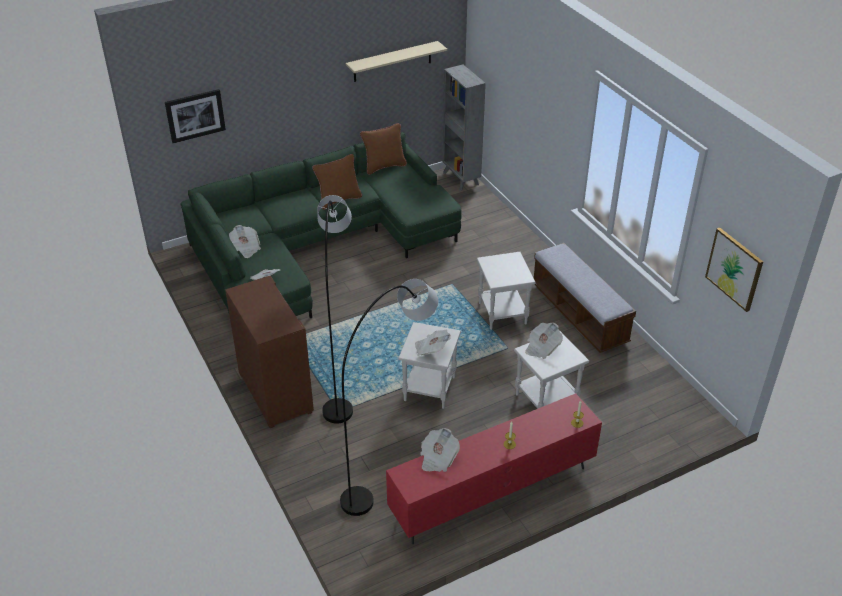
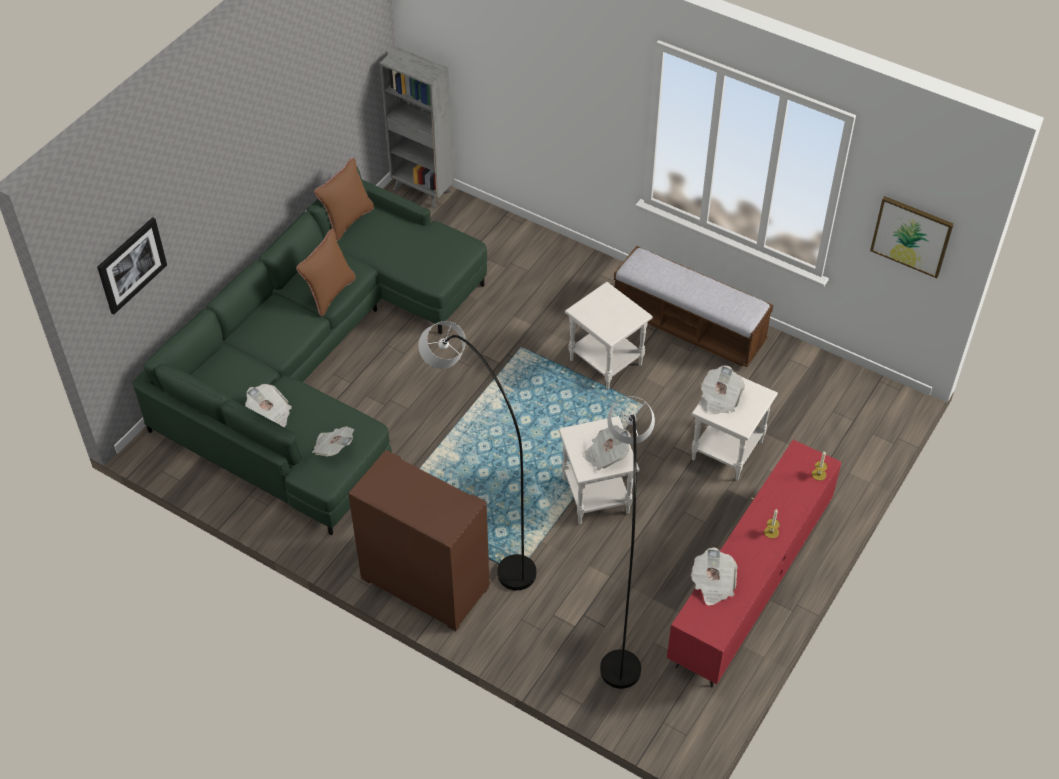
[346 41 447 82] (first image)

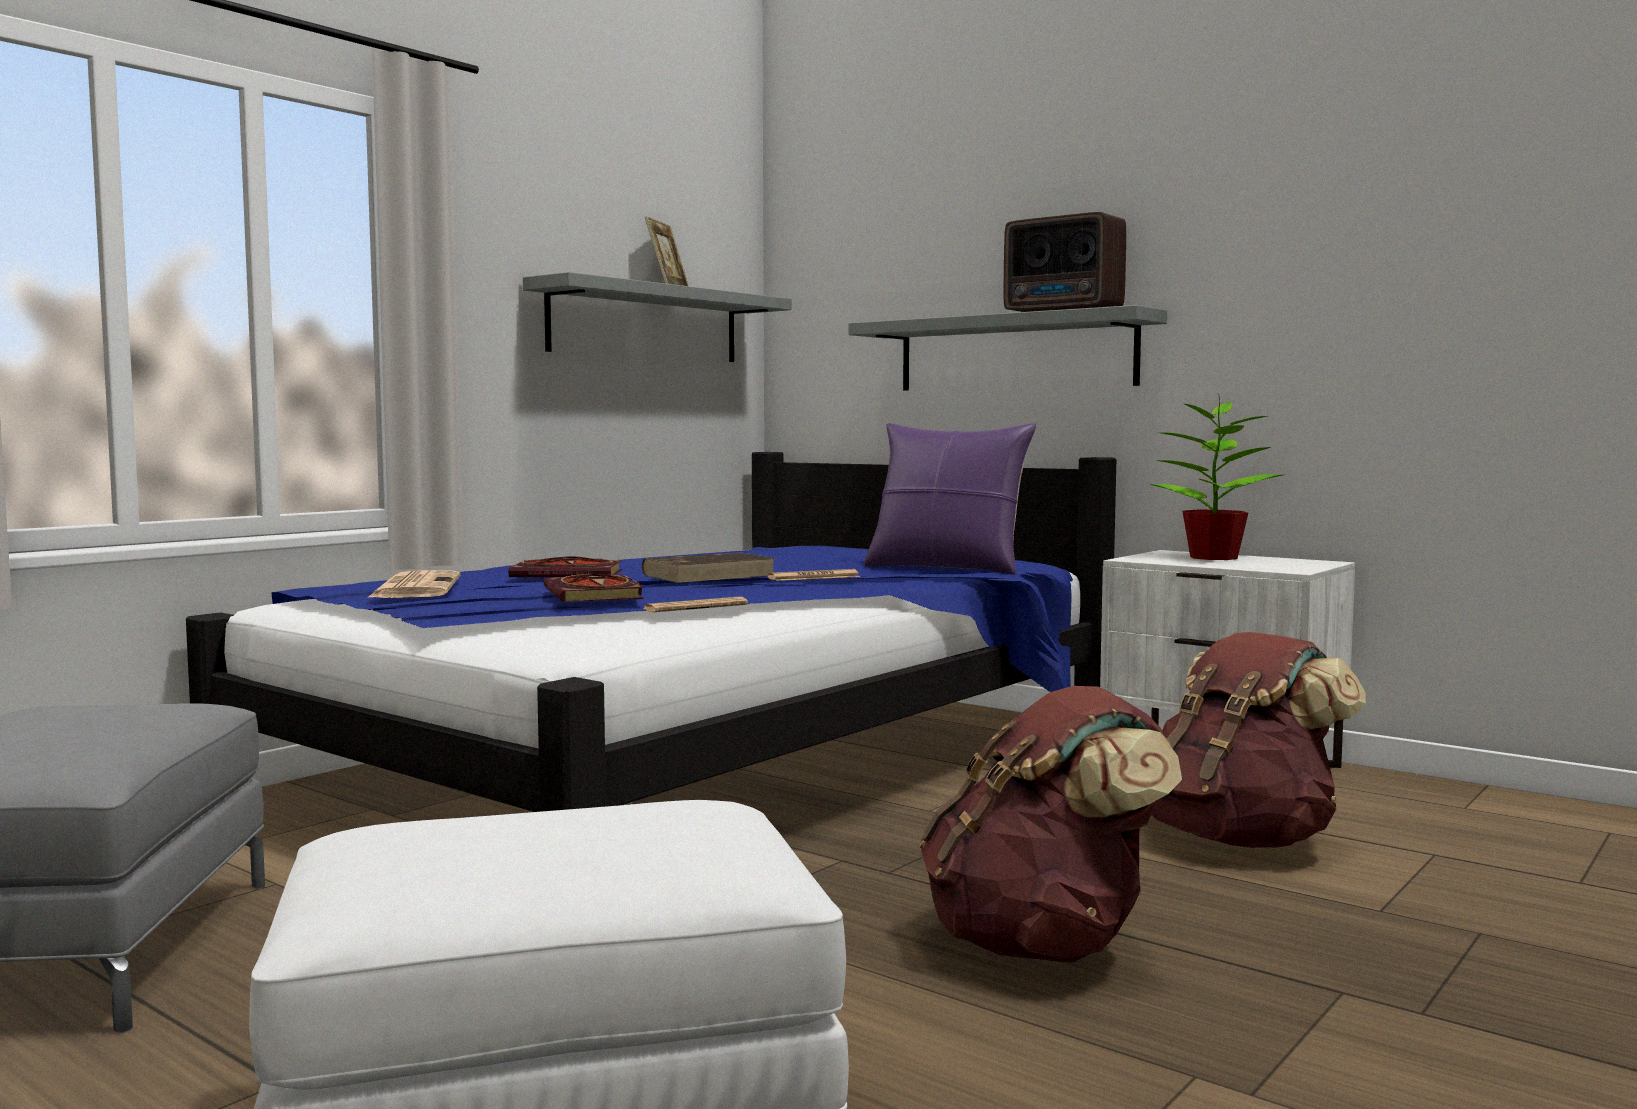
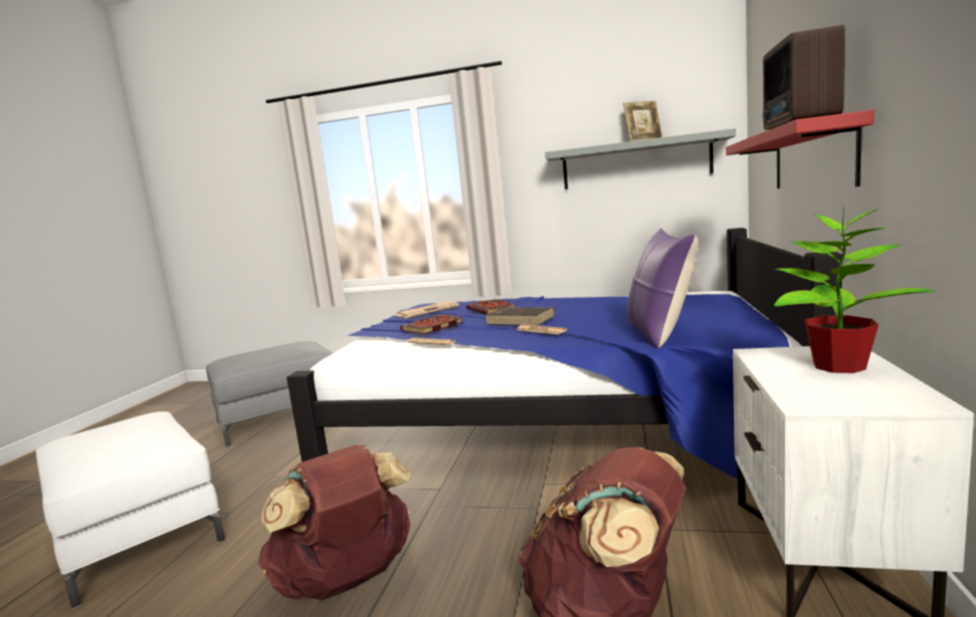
[726 110 874 189]

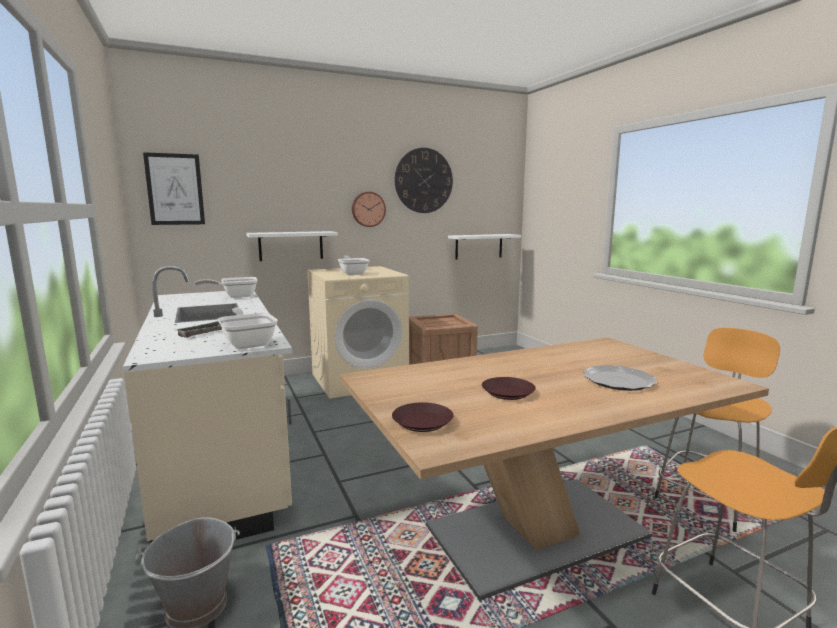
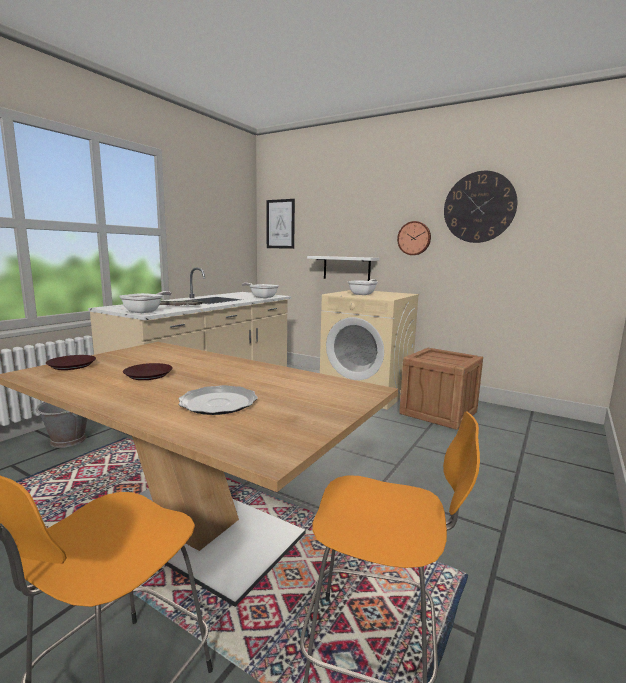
[448 234 521 259] (first image)

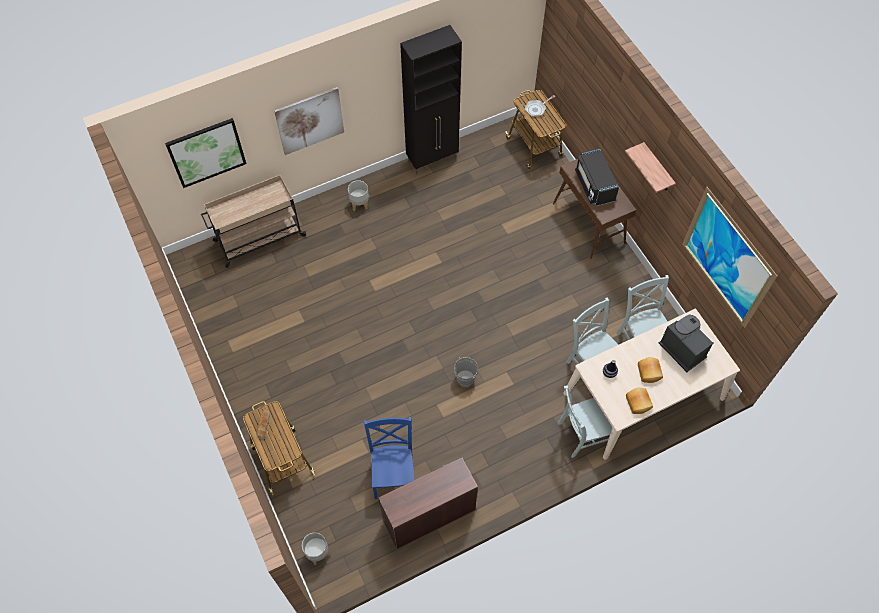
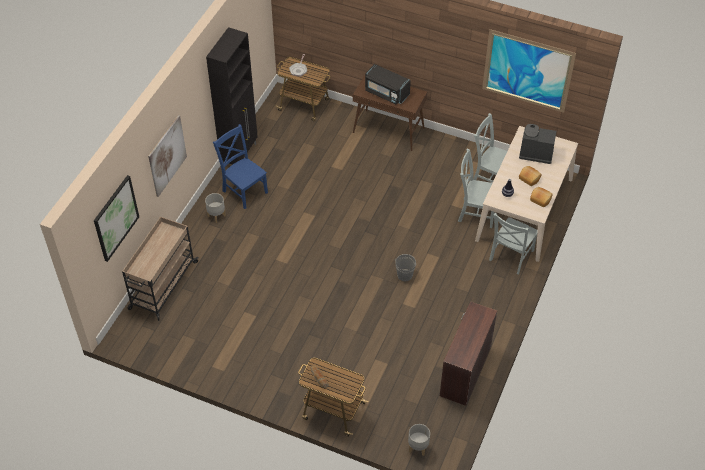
[625 142 676 193] (first image)
[213 124 268 209]

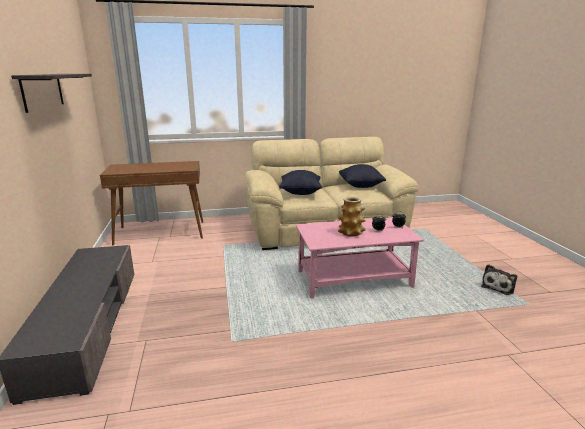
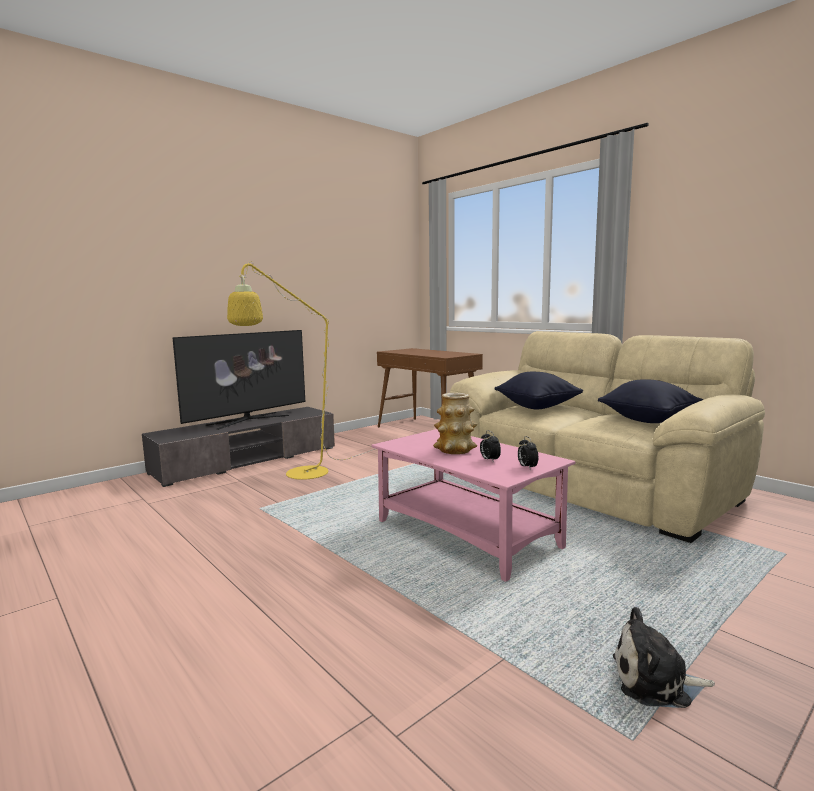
[11 74 92 113] (first image)
[173 330 305 430]
[227 261 375 480]

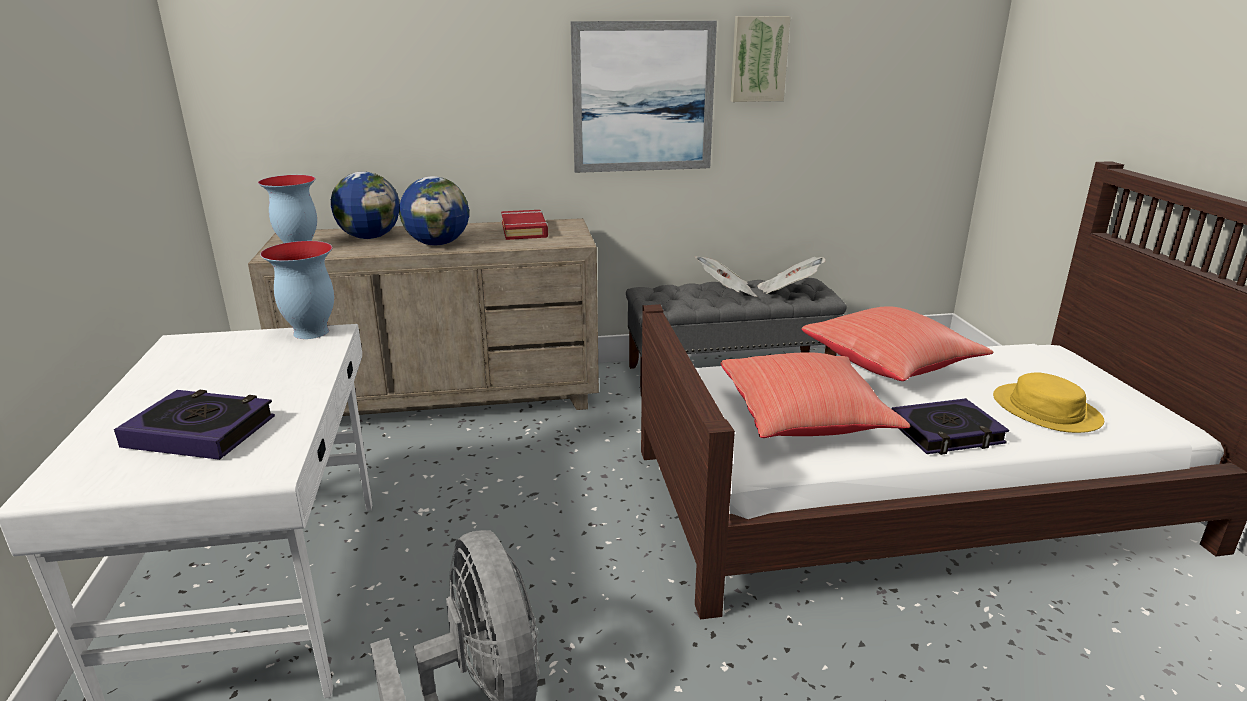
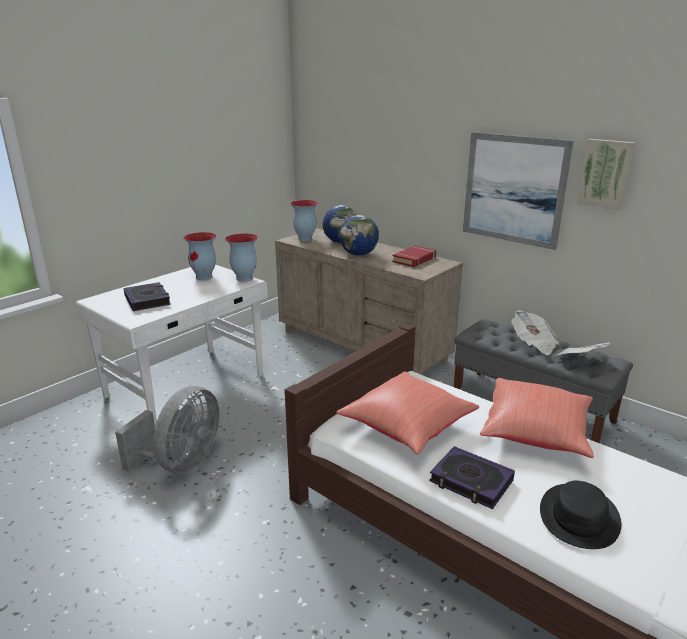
[183 232 217 280]
[540 481 621 549]

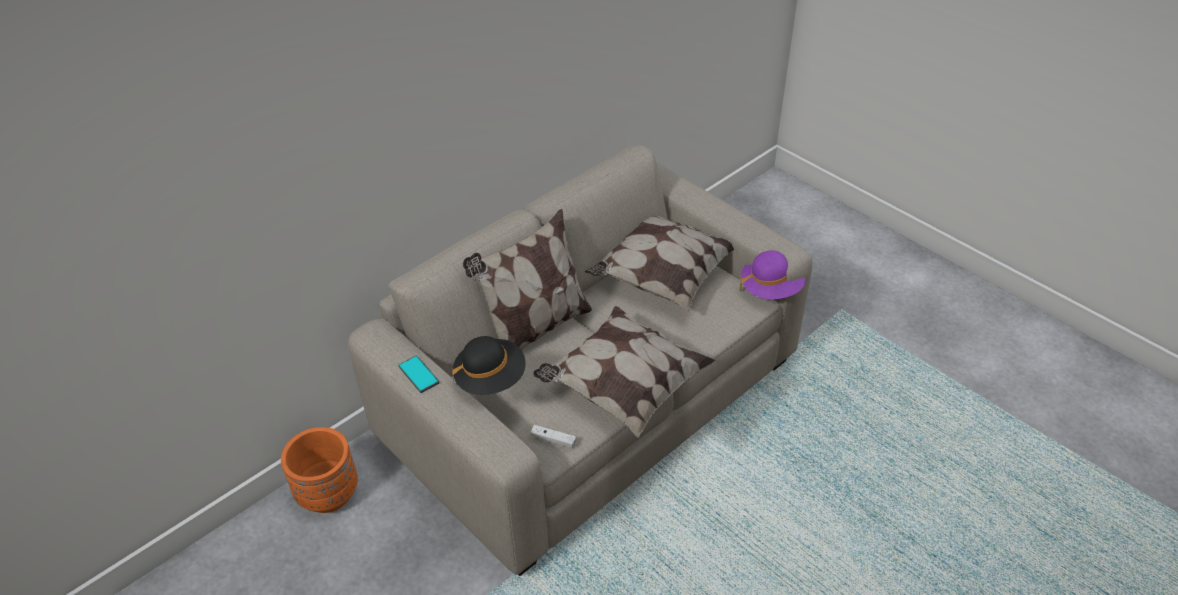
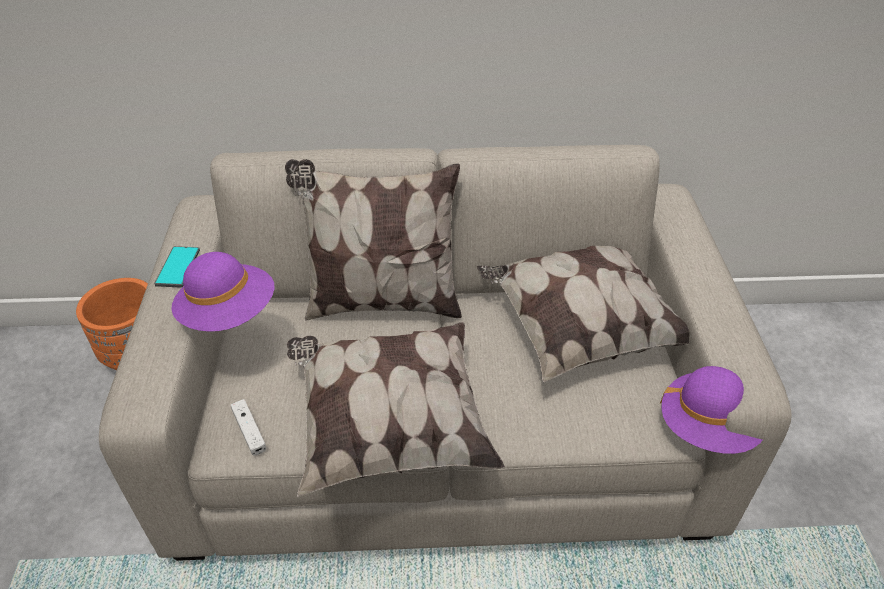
[171 252 275 332]

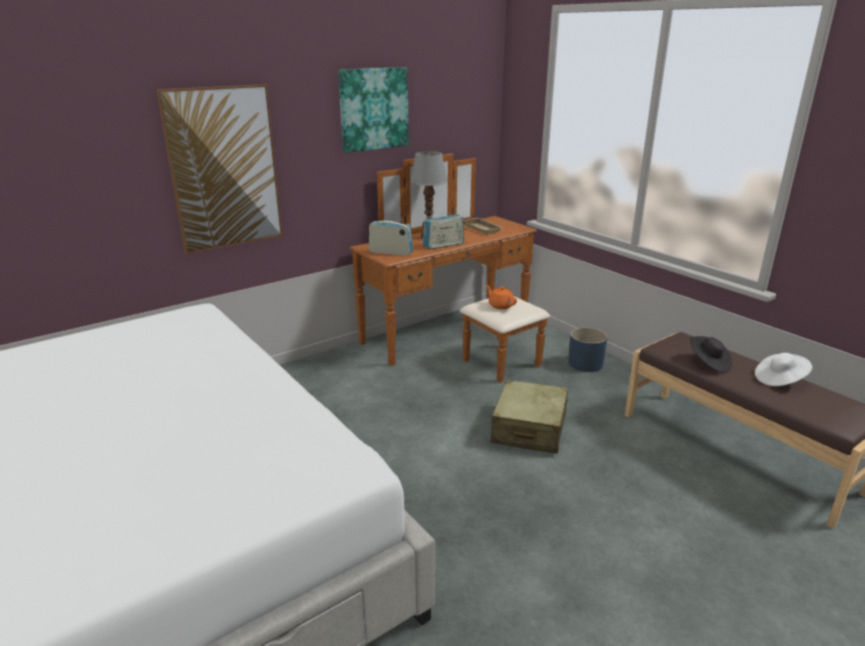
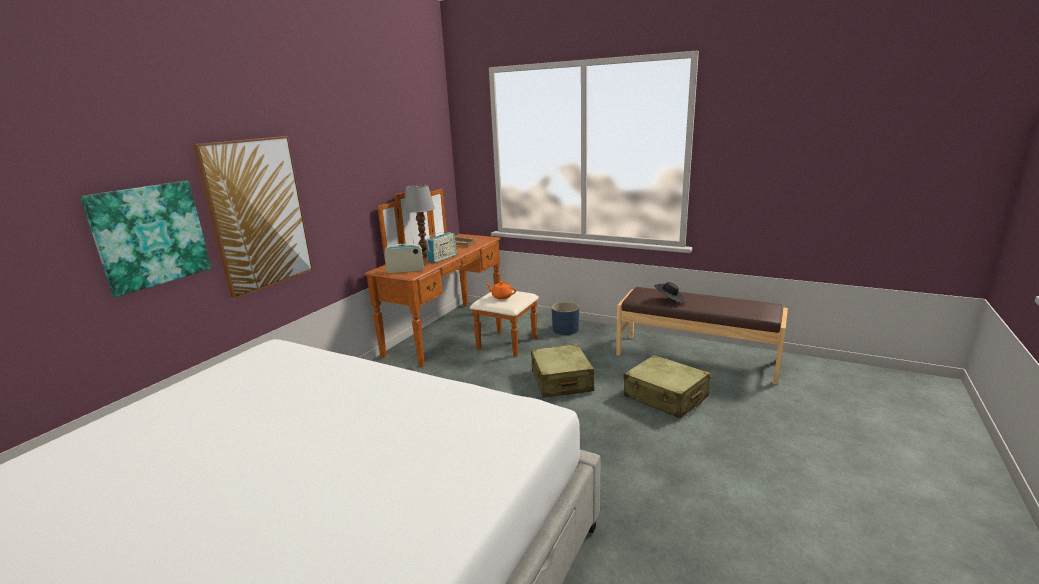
[755 353 812 386] (first image)
[624 355 711 418]
[80 181 211 297]

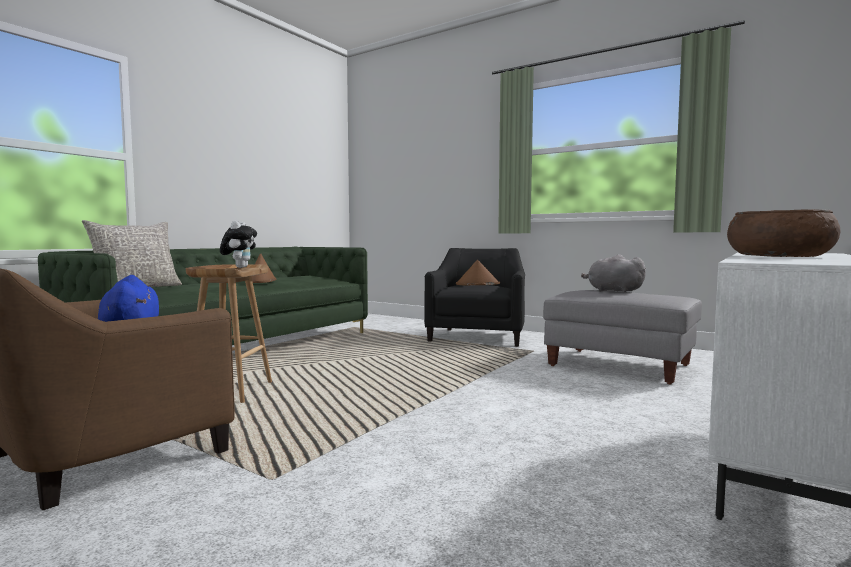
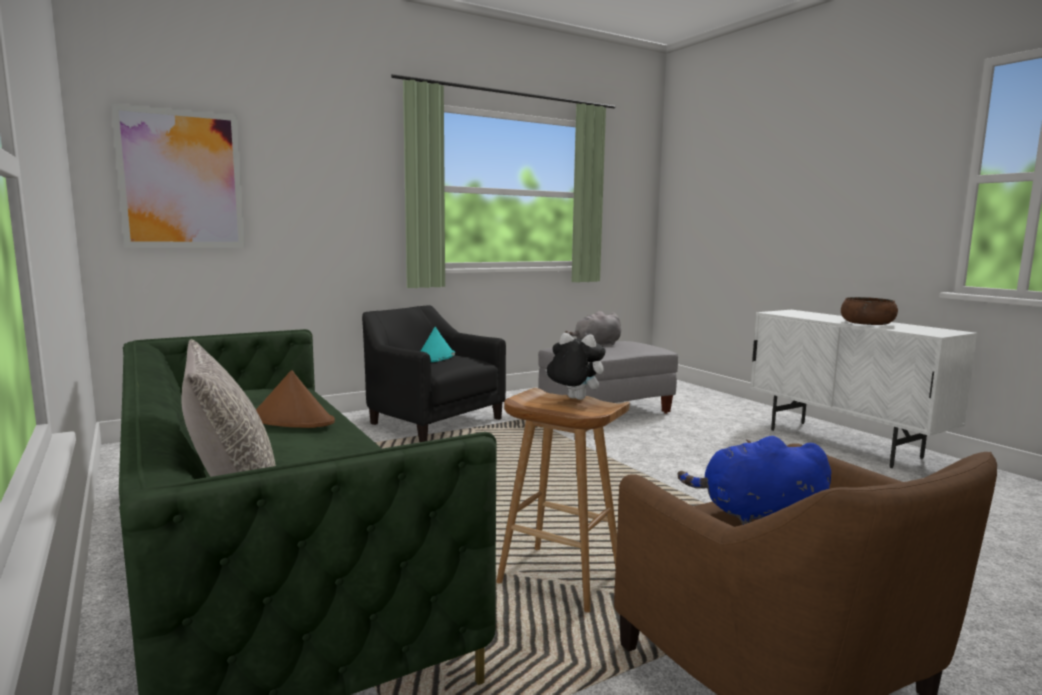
[111 103 245 248]
[421 327 455 362]

